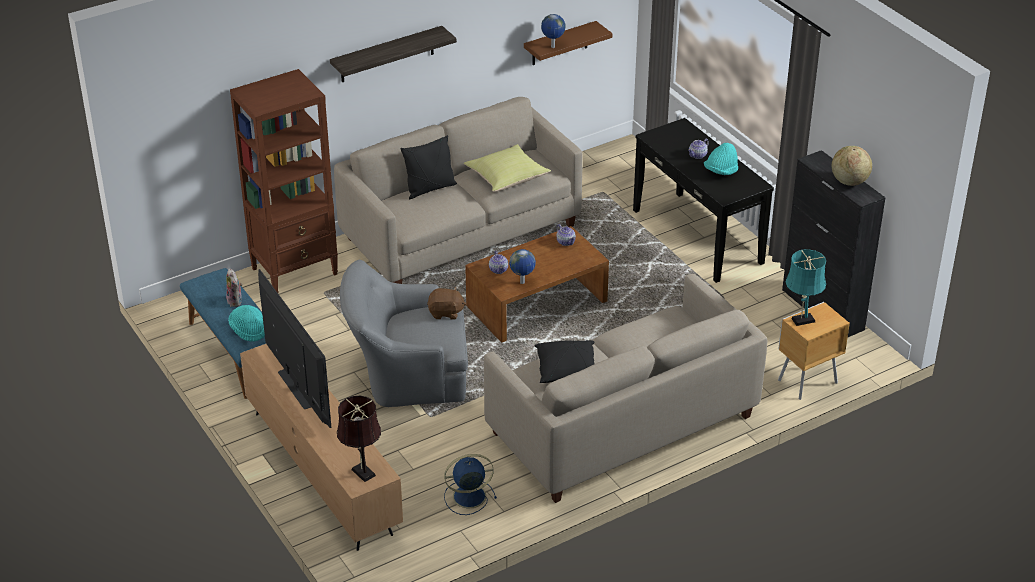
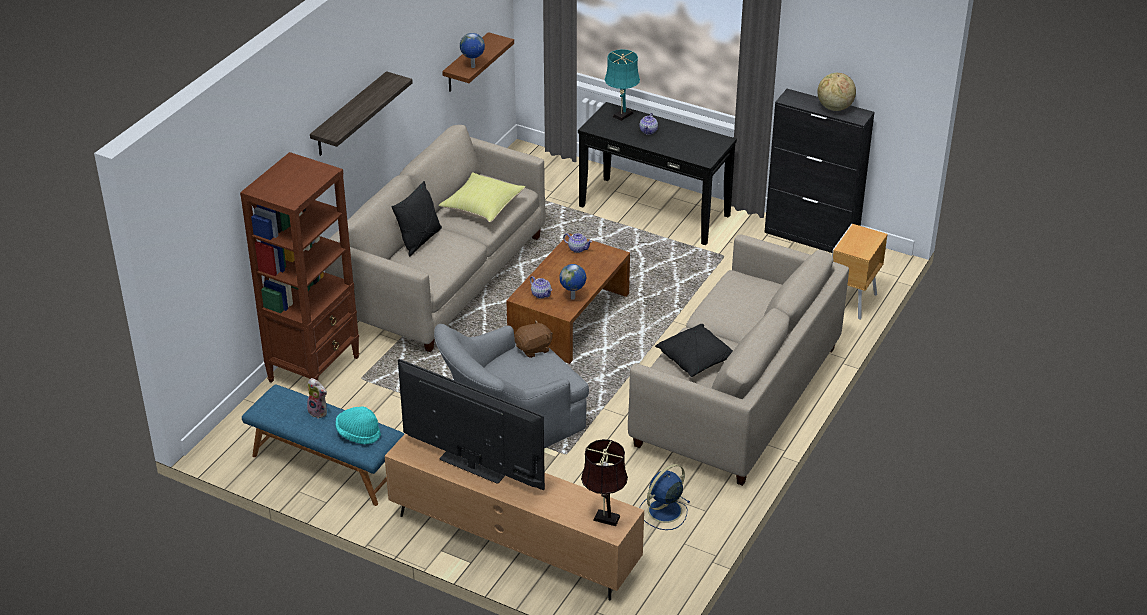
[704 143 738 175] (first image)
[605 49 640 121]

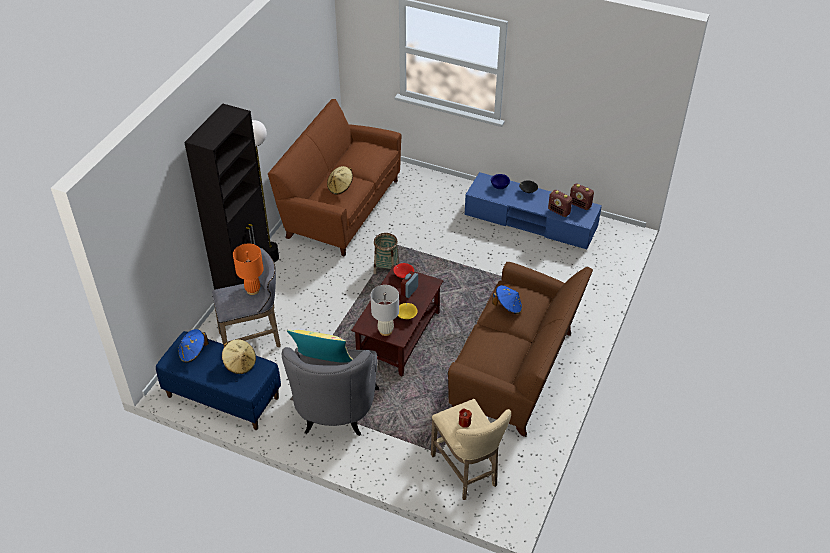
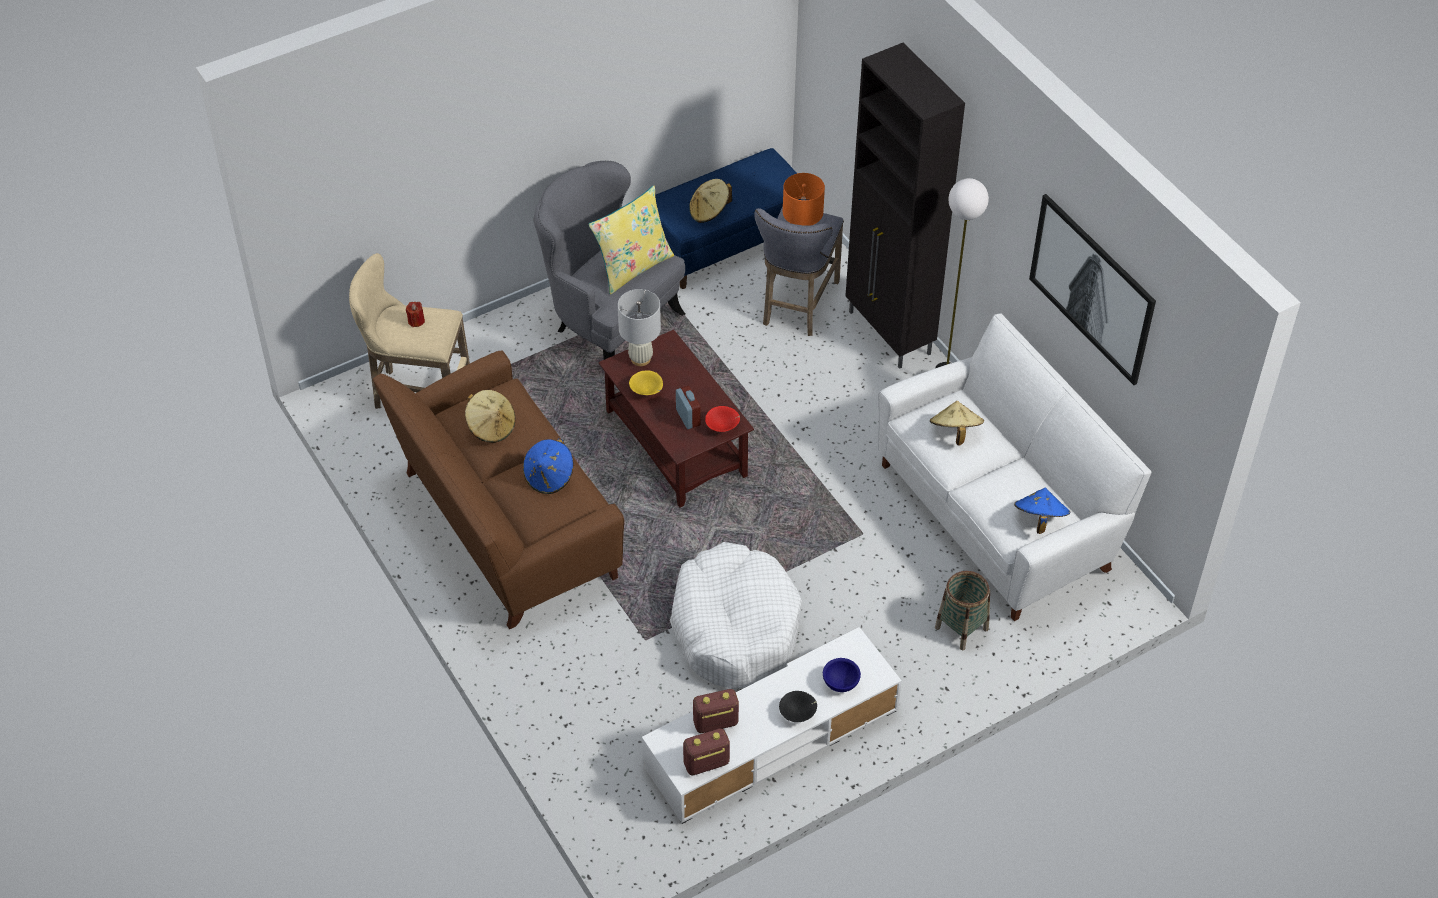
[465 390 515 443]
[670 542 802 689]
[1029 194 1156 385]
[1014 488 1070 534]
[935 571 990 650]
[878 313 1152 621]
[642 627 902 824]

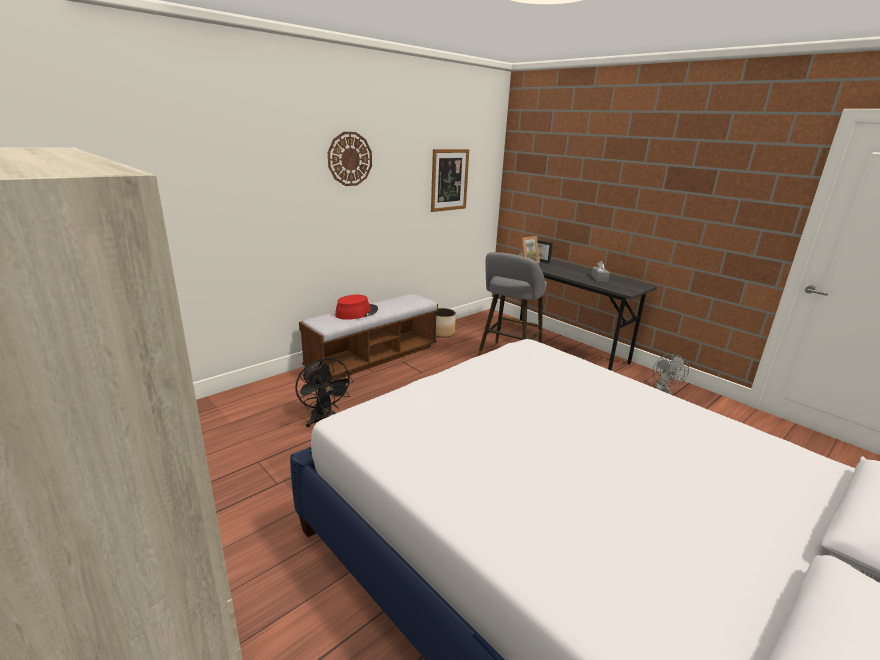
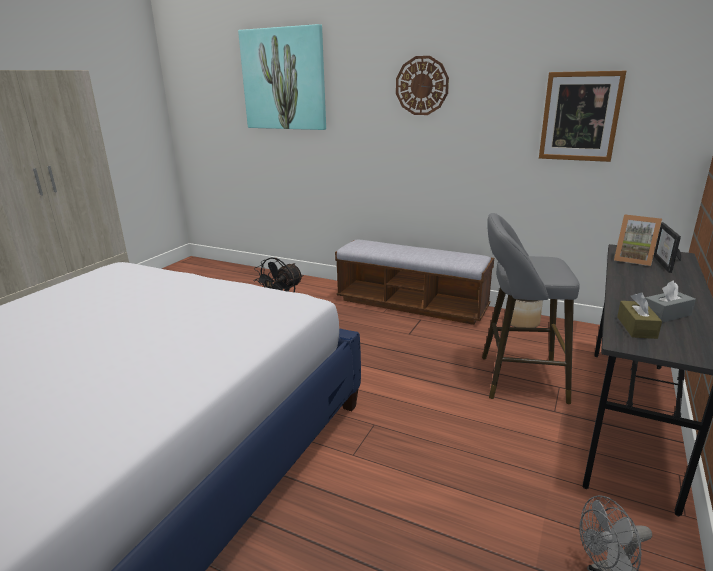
[335 294 378 320] (first image)
[238 24 326 130]
[617 292 662 339]

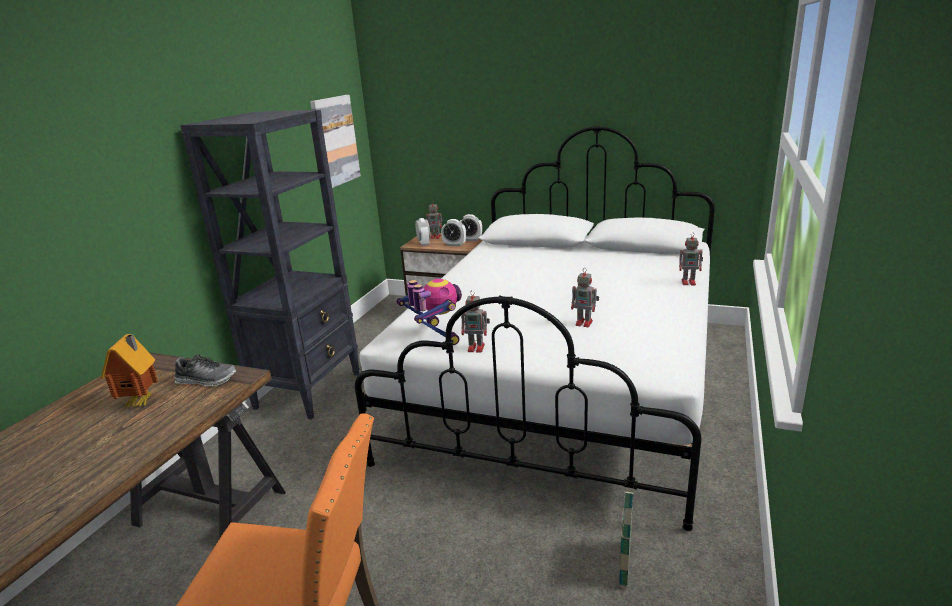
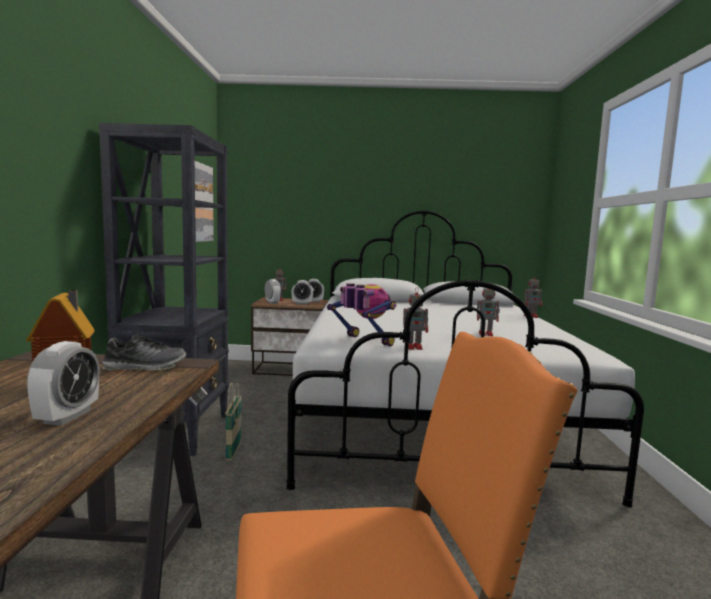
[27 341 100 426]
[225 383 242 461]

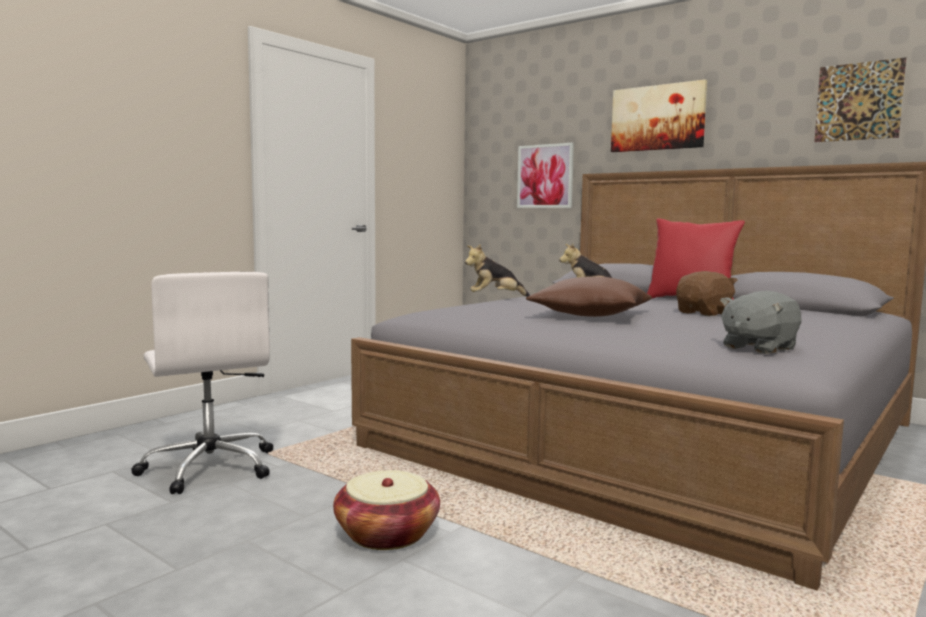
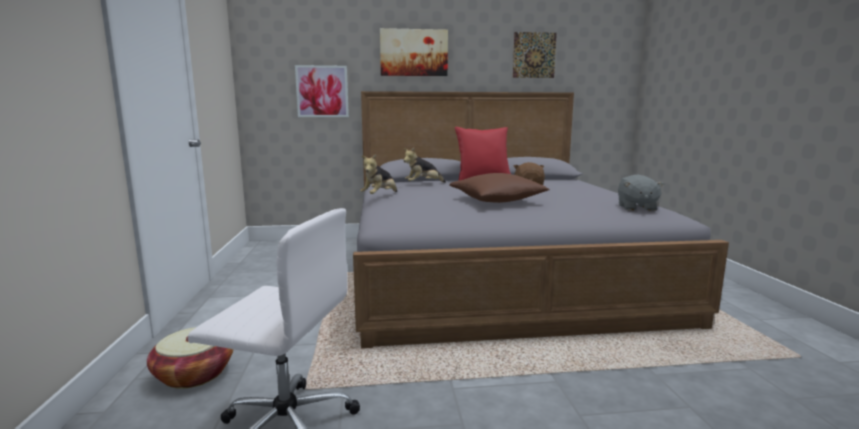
[147 327 234 389]

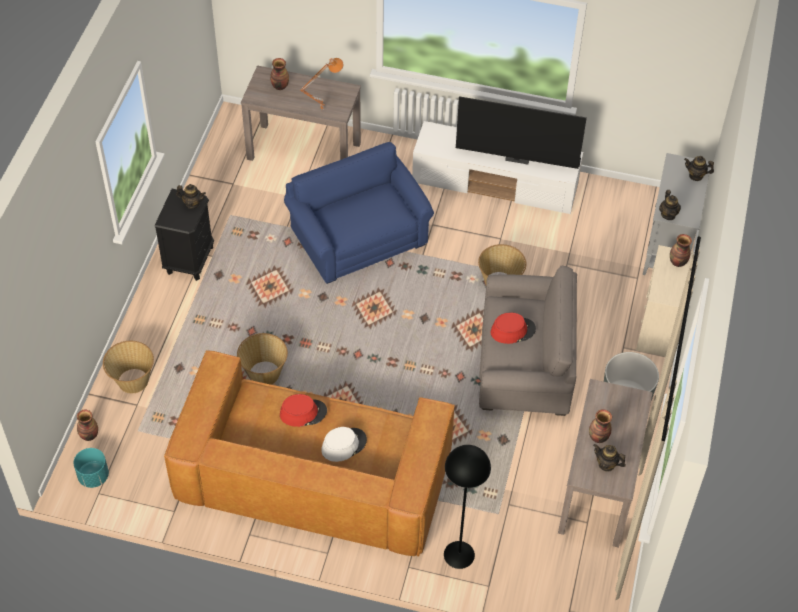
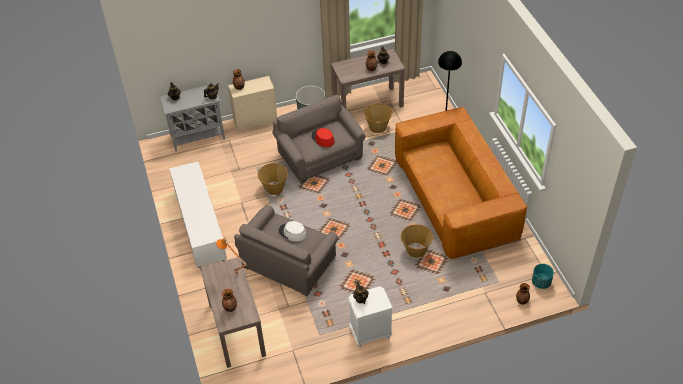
[280 394 327 427] (first image)
[456 96 587 169] (first image)
[364 103 393 133]
[279 221 307 241]
[348 286 393 348]
[234 205 339 296]

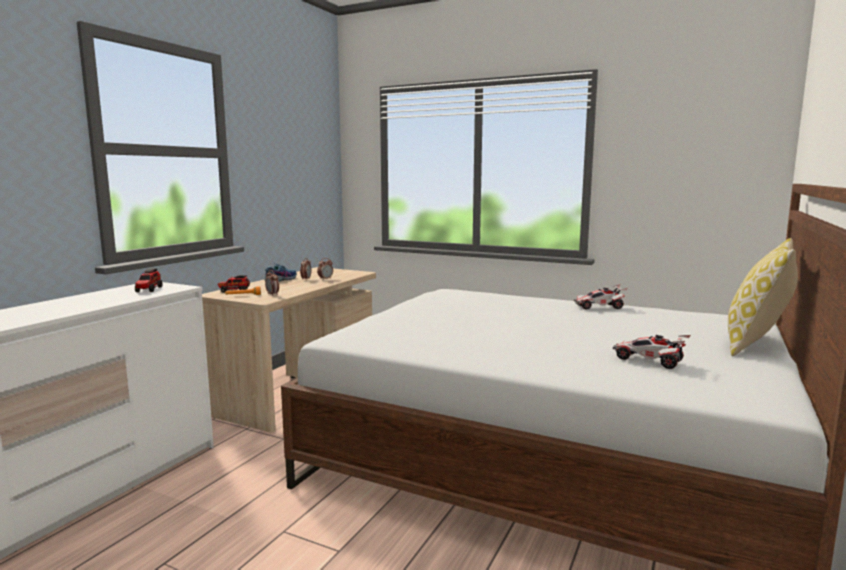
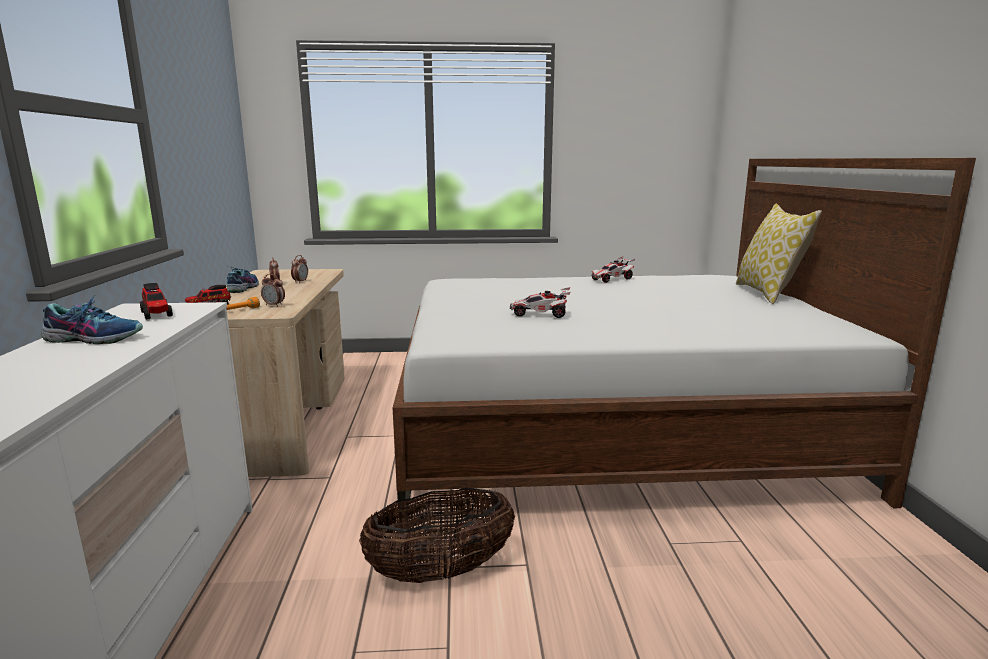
[41 295 143 344]
[359 488 515 583]
[510 287 571 318]

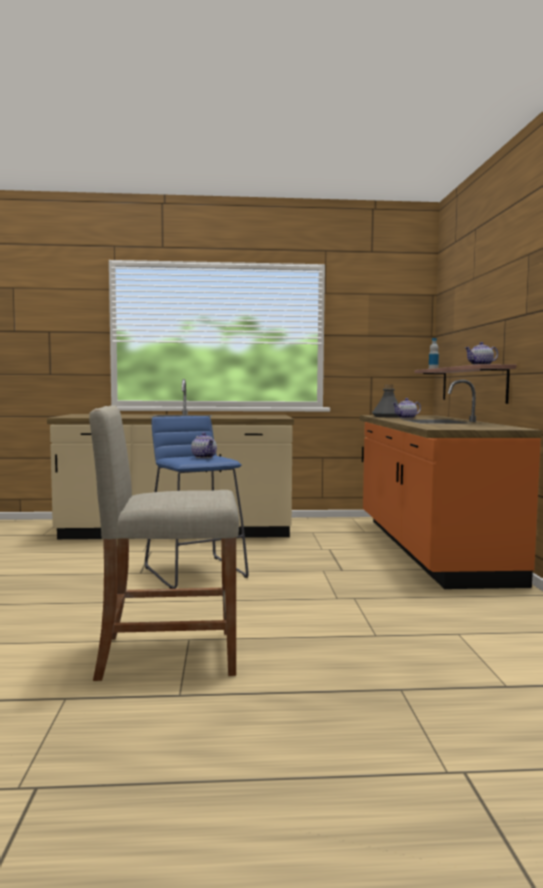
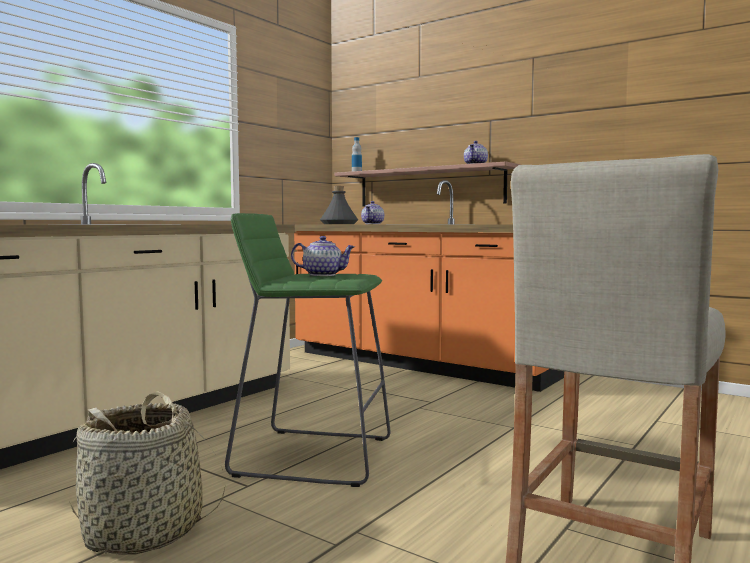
[70 391 225 555]
[225 213 391 487]

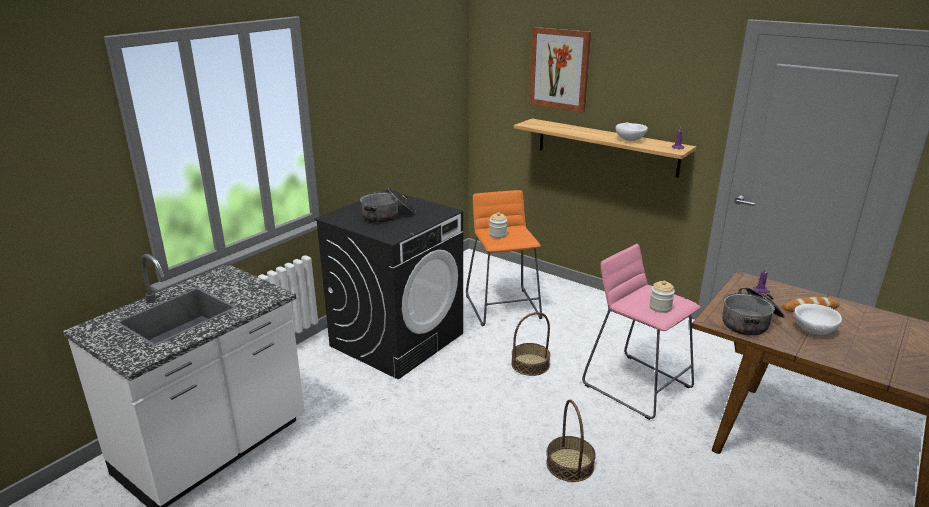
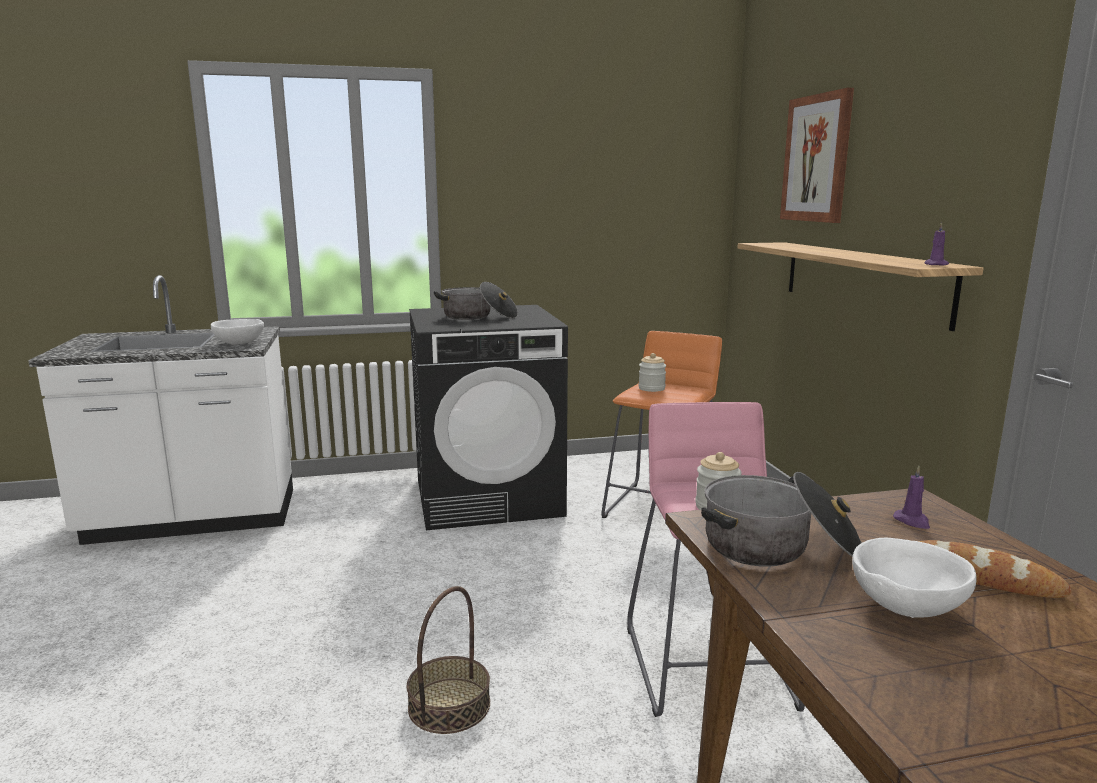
[511 312 550 376] (first image)
[211 319 264 345]

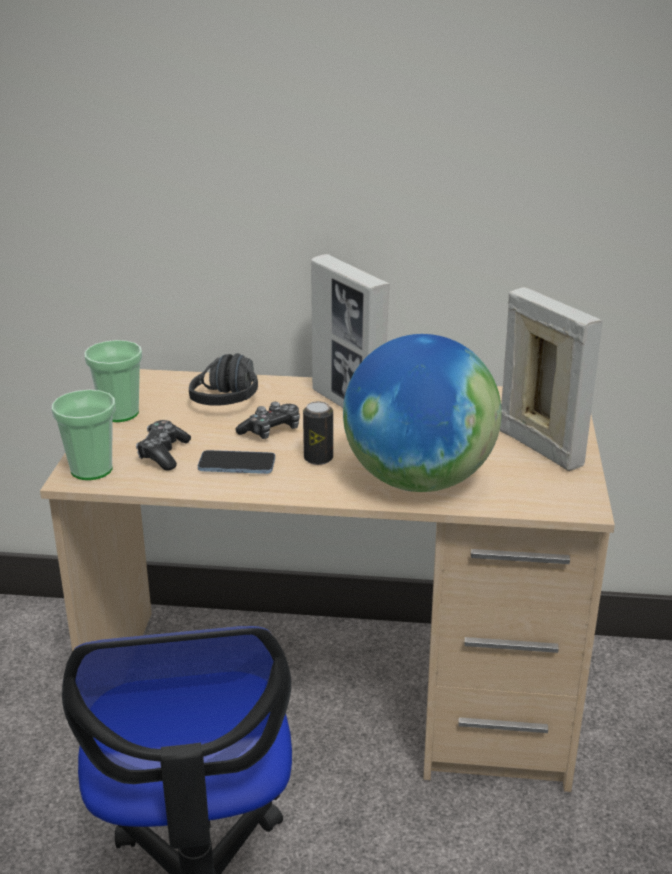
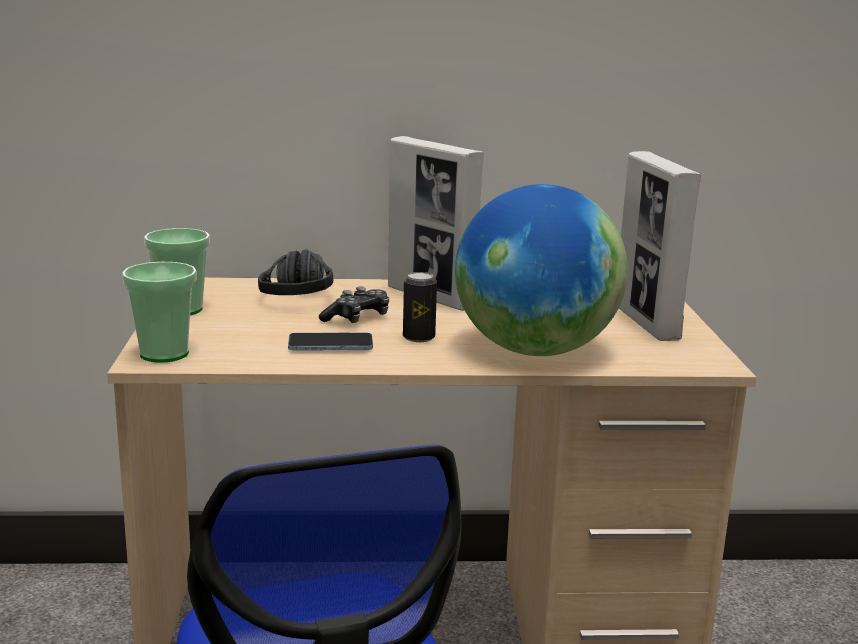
[136 420 191 470] (first image)
[619 151 701 341]

